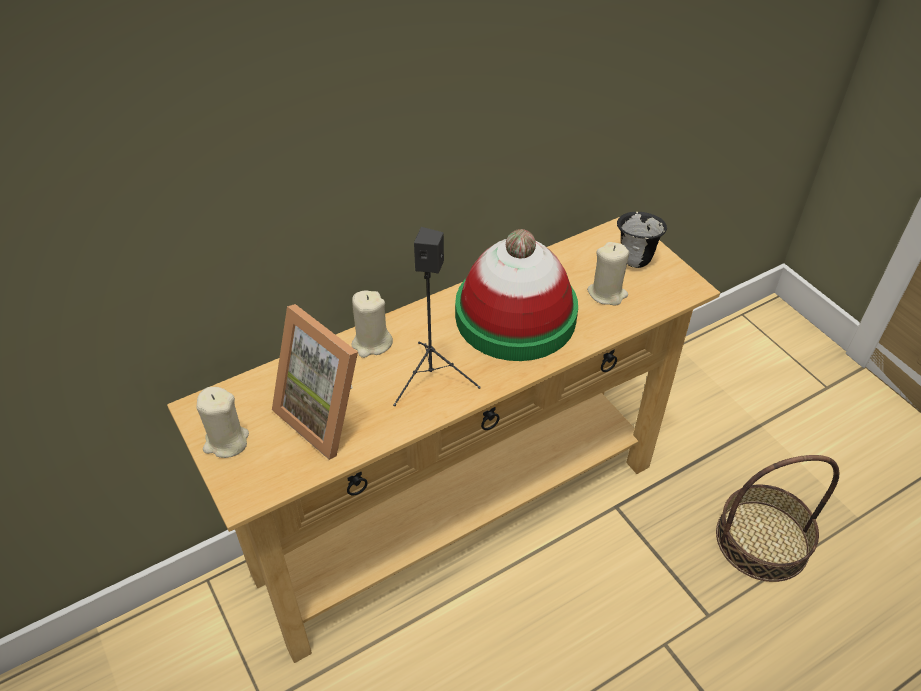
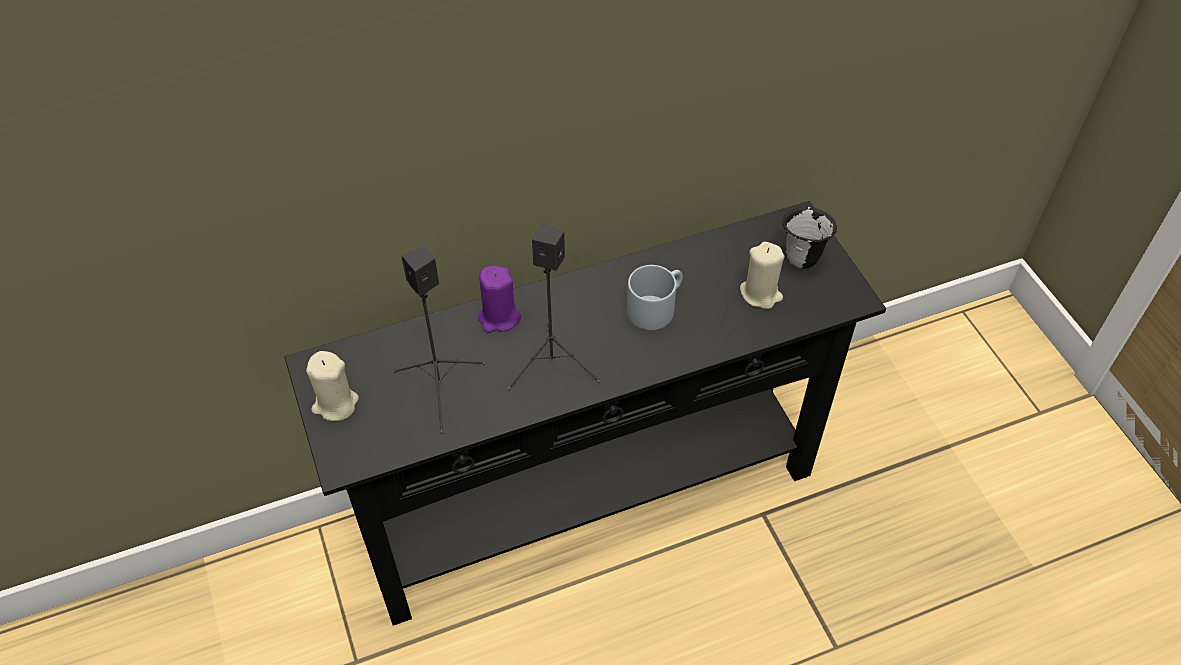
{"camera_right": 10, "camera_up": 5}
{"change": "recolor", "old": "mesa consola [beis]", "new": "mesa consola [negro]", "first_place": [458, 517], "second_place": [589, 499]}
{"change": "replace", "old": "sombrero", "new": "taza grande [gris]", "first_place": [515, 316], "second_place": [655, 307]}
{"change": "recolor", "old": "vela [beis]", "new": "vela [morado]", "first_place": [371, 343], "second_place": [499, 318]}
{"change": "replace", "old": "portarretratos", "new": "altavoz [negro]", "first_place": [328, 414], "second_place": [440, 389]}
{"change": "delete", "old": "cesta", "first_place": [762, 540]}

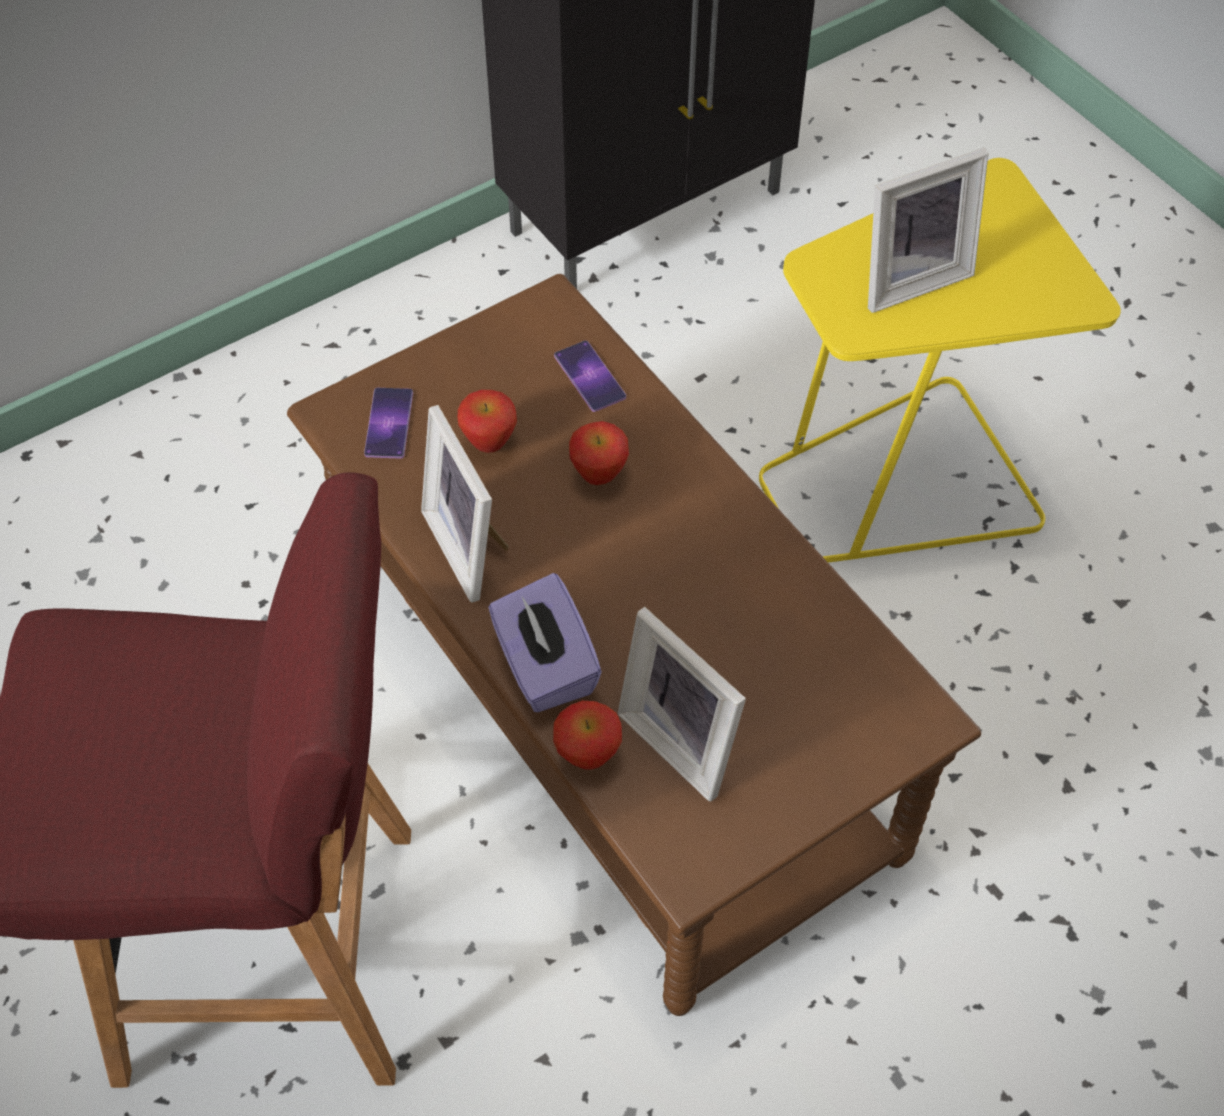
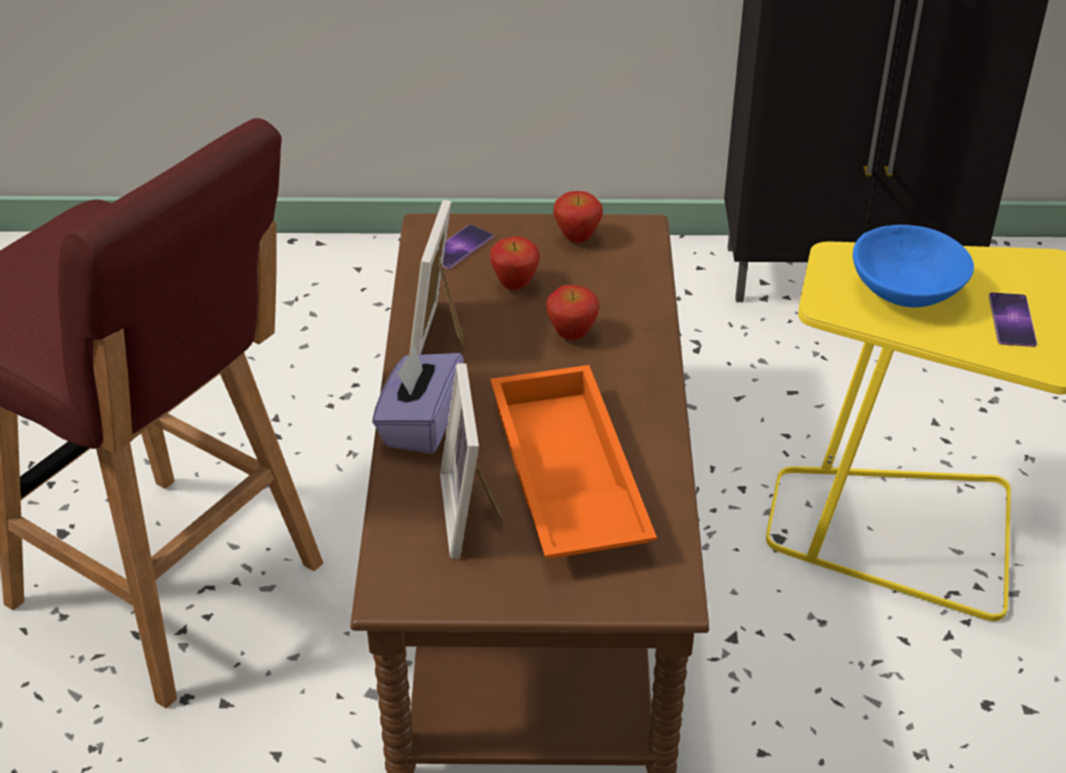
{"camera_right": 35, "camera_up": -15}
{"change": "replace", "old": "portarretratos", "new": "cuenco [azul]", "first_place": [909, 277], "second_place": [906, 291]}
{"change": "move", "old": "móvil", "first_place": [589, 376], "second_place": [1012, 320]}
{"change": "move", "old": "manzana", "first_place": [588, 756], "second_place": [577, 239]}
{"change": "insert", "new": "bandeja [naranja]", "second_place": [563, 478]}

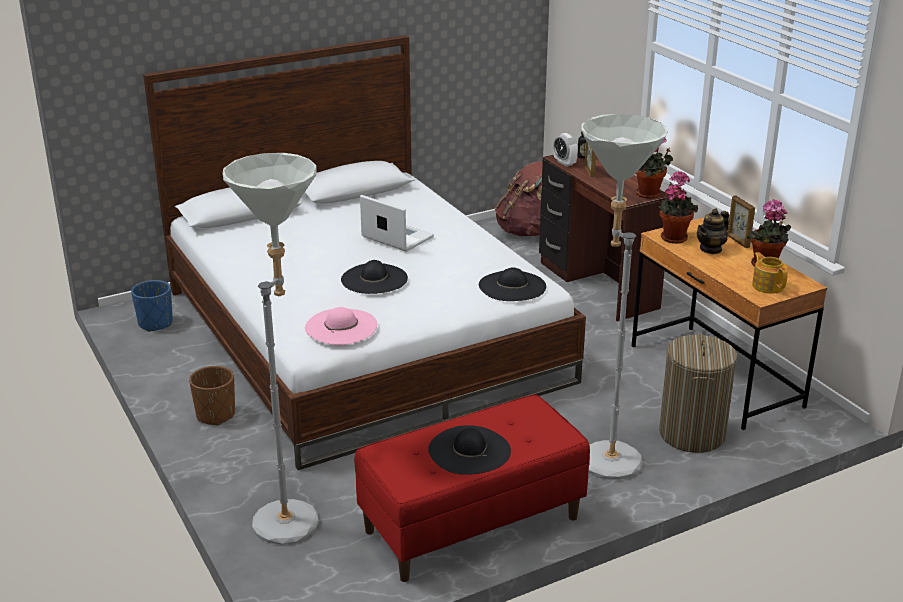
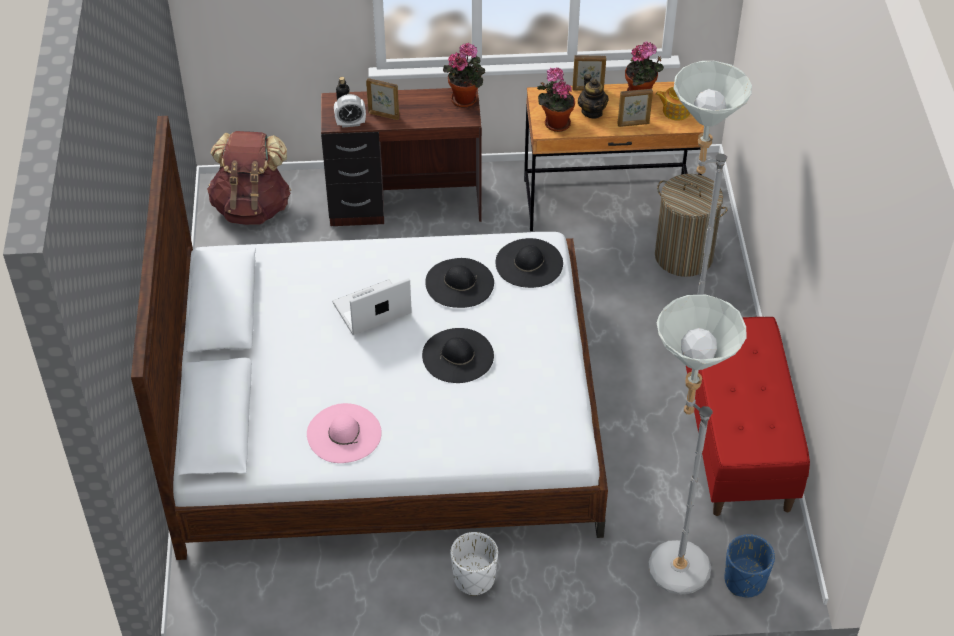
{"camera_right": -65, "camera_up": 20}
{"change": "move", "old": "maceta [azul]", "first_place": [155, 323], "second_place": [744, 581]}
{"change": "move", "old": "sombrero [rosa]", "first_place": [341, 326], "second_place": [344, 433]}
{"change": "recolor", "old": "maceta [marrón]", "new": "maceta [blanco]", "first_place": [215, 415], "second_place": [474, 578]}
{"change": "move", "old": "sombrero [negro]", "first_place": [469, 450], "second_place": [459, 283]}
{"change": "insert", "new": "portarretratos", "second_place": [633, 124]}

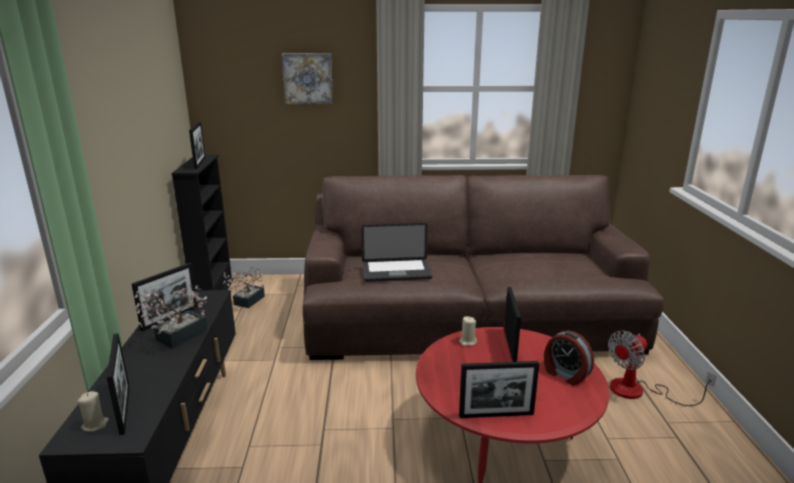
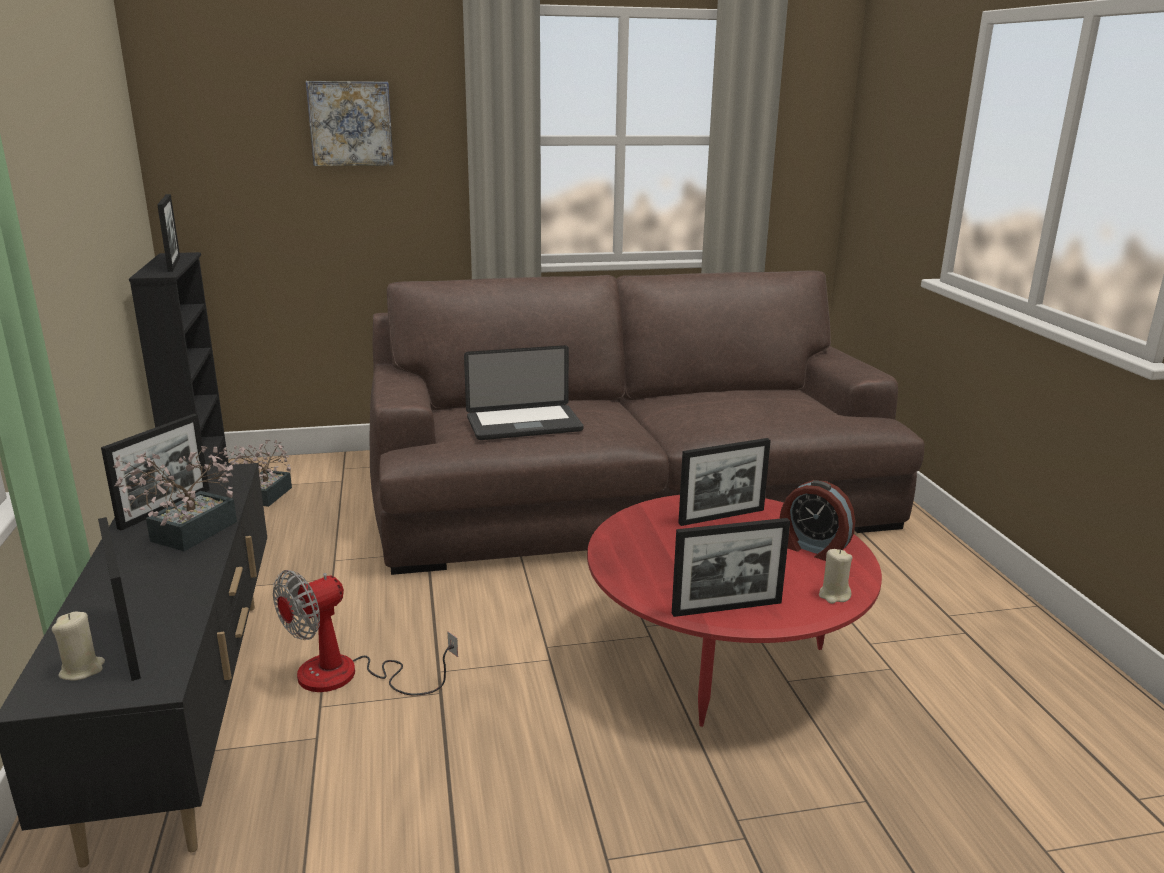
{"camera_right": -10, "camera_up": 0}
{"change": "rotate", "old": "portarretratos", "first_place": [510, 346], "second_place": [721, 516], "degrees": 75}
{"change": "move", "old": "vela [beis]", "first_place": [467, 342], "second_place": [834, 595]}
{"change": "move", "old": "ventilador", "first_place": [639, 391], "second_place": [348, 676]}

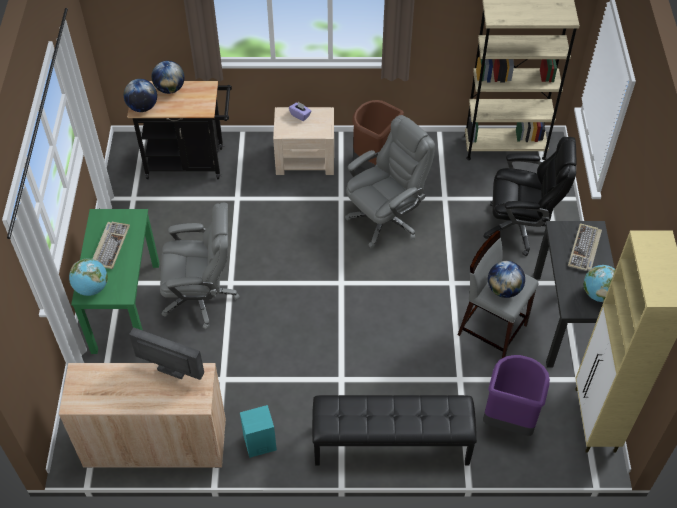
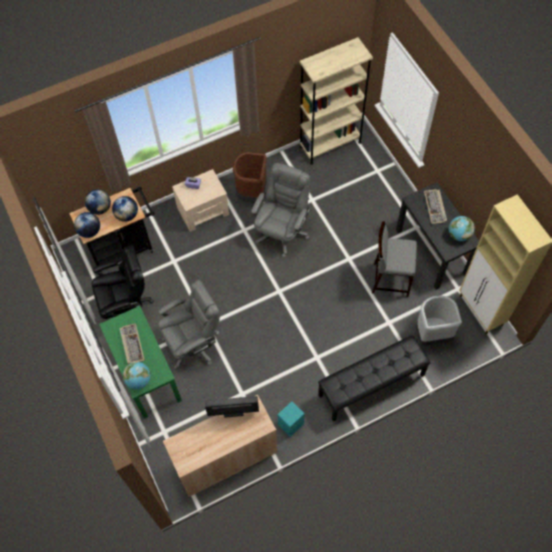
{"camera_right": -25, "camera_up": 10}
{"change": "move", "old": "silla de oficina [negro]", "first_place": [520, 226], "second_place": [126, 307]}
{"change": "move", "old": "globo terráqueo", "first_place": [504, 290], "second_place": [127, 215]}
{"change": "recolor", "old": "papelera [morado]", "new": "papelera [gris]", "first_place": [509, 420], "second_place": [431, 335]}

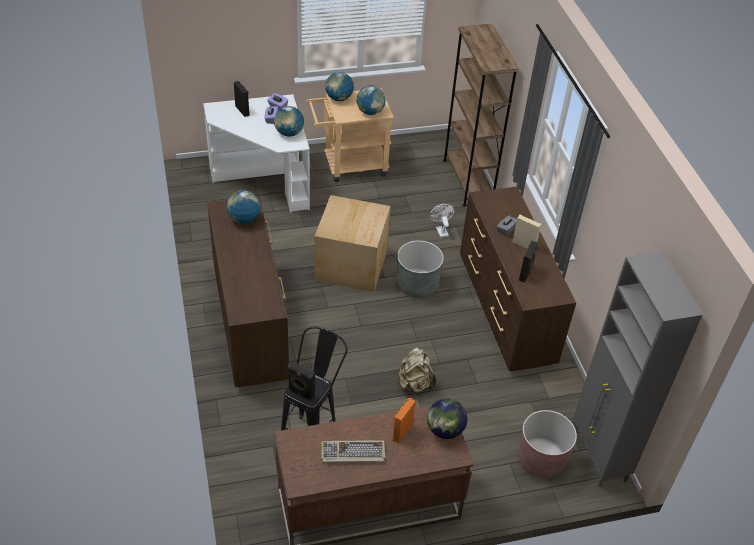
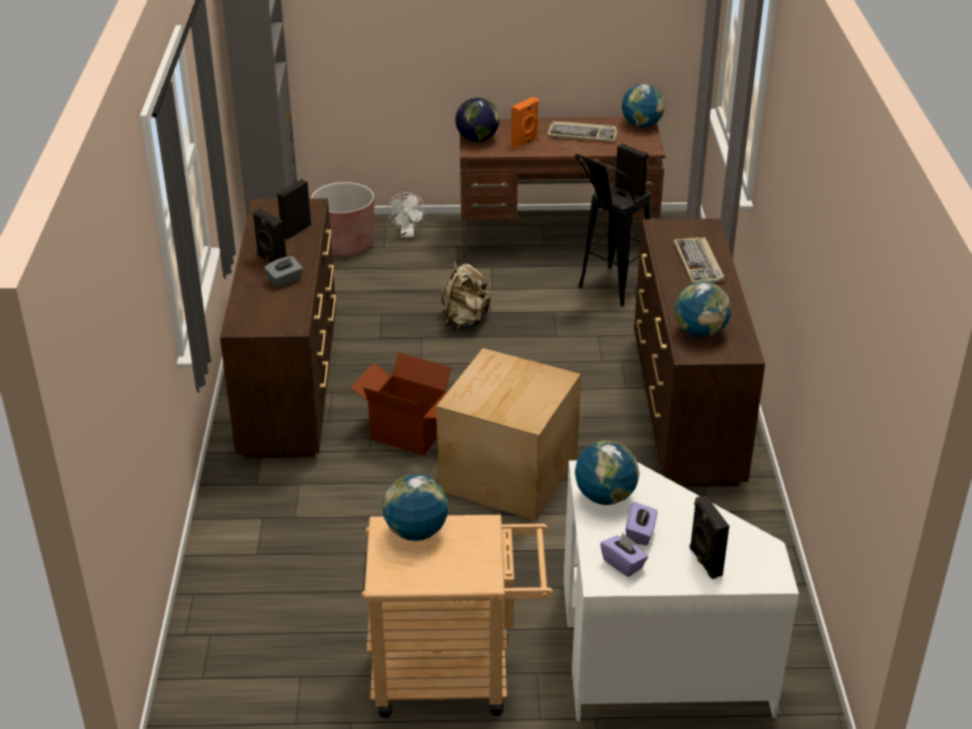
{"camera_right": -165, "camera_up": -10}
{"change": "delete", "old": "estantería [marrón]", "first_place": [468, 181]}
{"change": "move", "old": "globo terráqueo", "first_place": [339, 98], "second_place": [642, 125]}
{"change": "move", "old": "ventilador [blanco]", "first_place": [441, 230], "second_place": [407, 234]}
{"change": "recolor", "old": "altavoz [beis]", "new": "altavoz [negro]", "first_place": [524, 244], "second_place": [271, 261]}
{"change": "replace", "old": "maceta [gris]", "new": "caja de cartón", "first_place": [417, 285], "second_place": [409, 432]}
{"change": "insert", "new": "teclado", "second_place": [698, 263]}

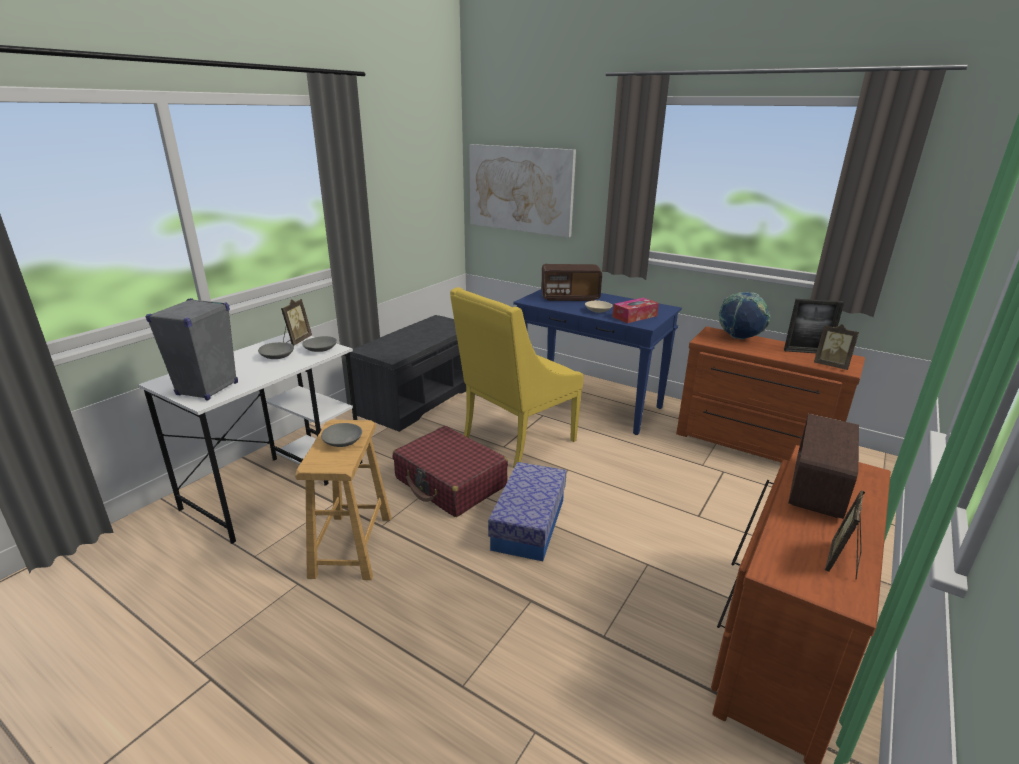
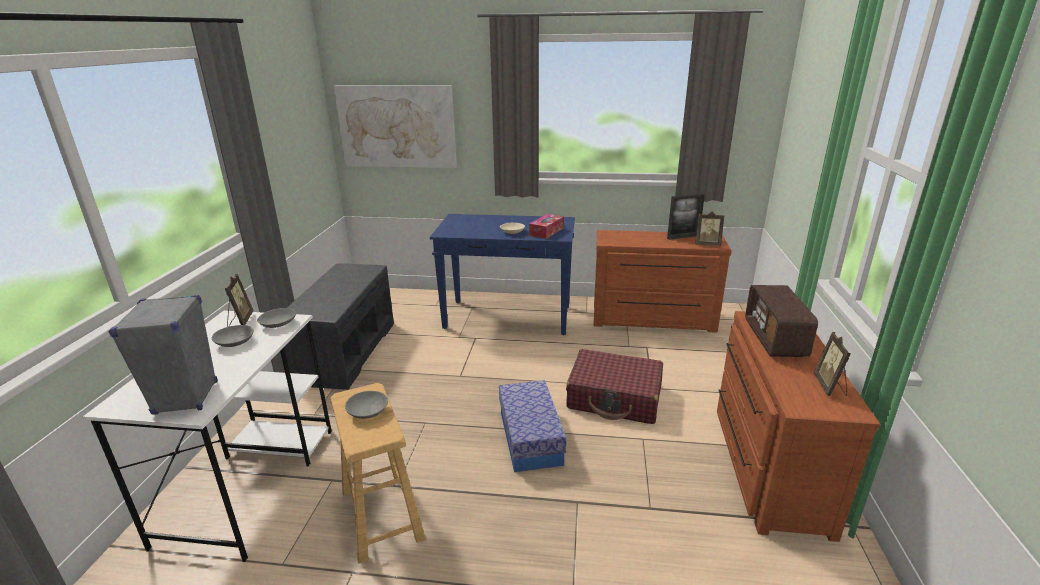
{"camera_right": -25, "camera_up": 0}
{"change": "delete", "old": "radio", "first_place": [569, 297]}
{"change": "delete", "old": "sillón [amarillo]", "first_place": [515, 439]}
{"change": "delete", "old": "globo terráqueo", "first_place": [739, 338]}
{"change": "move", "old": "maleta [rojo]", "first_place": [450, 483], "second_place": [614, 398]}

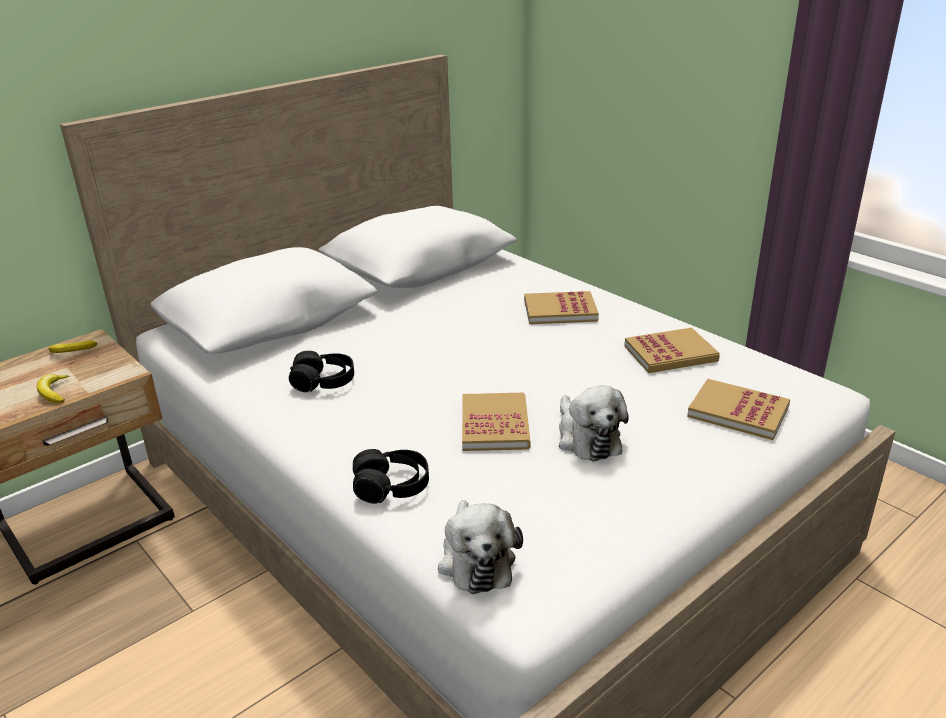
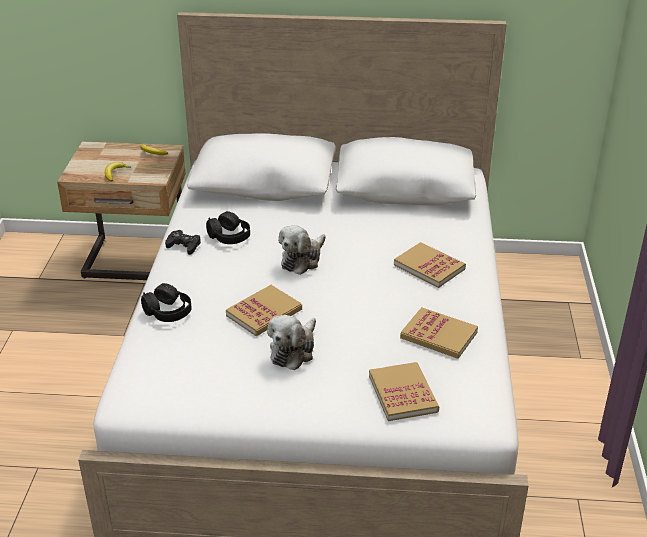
{"camera_right": 45, "camera_up": 5}
{"change": "move", "old": "peluche", "first_place": [476, 559], "second_place": [302, 259]}
{"change": "insert", "new": "mando de consola [negro]", "second_place": [184, 246]}

